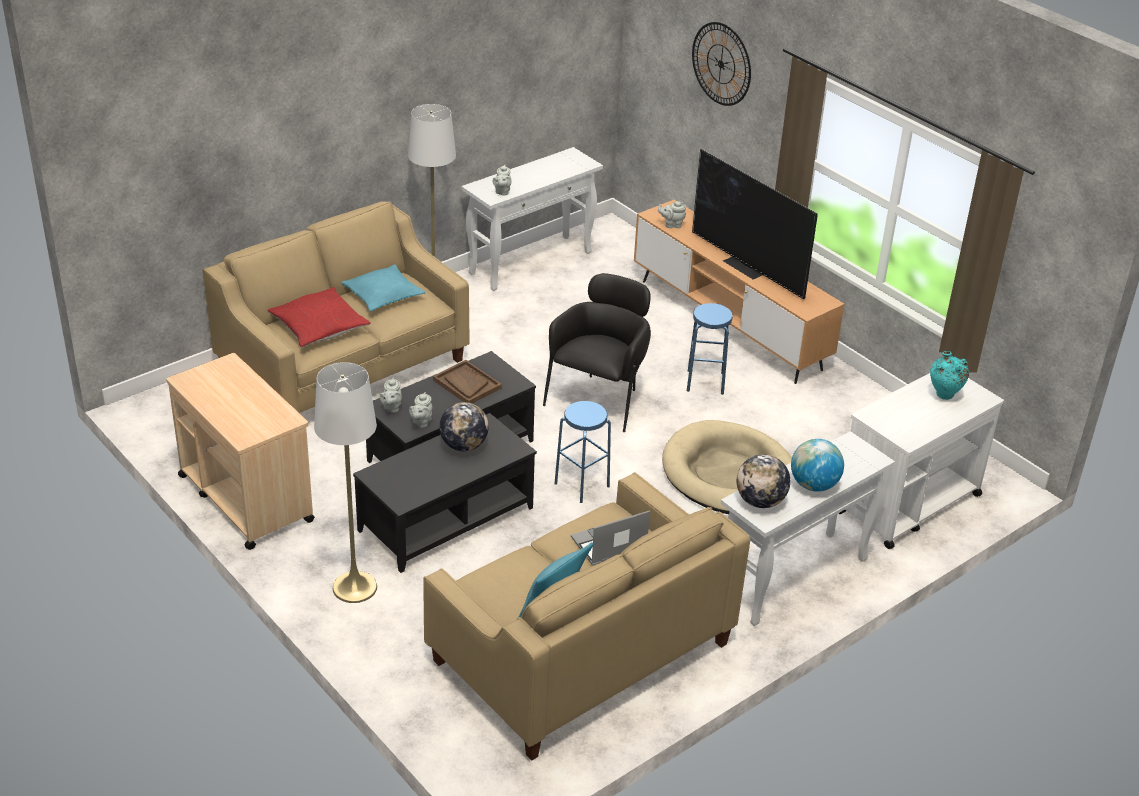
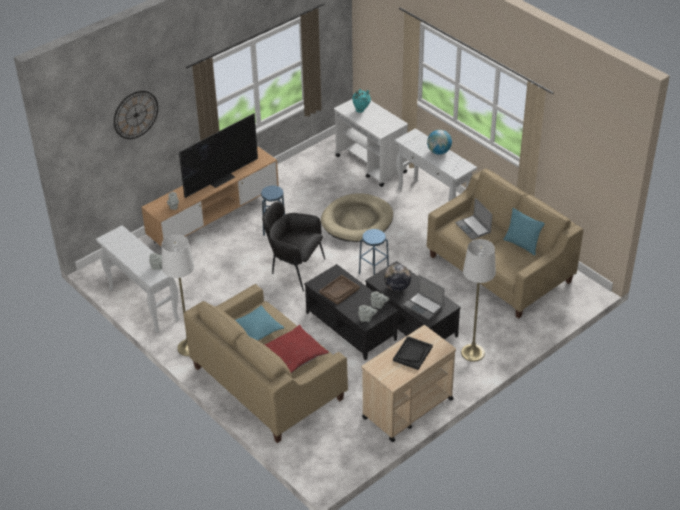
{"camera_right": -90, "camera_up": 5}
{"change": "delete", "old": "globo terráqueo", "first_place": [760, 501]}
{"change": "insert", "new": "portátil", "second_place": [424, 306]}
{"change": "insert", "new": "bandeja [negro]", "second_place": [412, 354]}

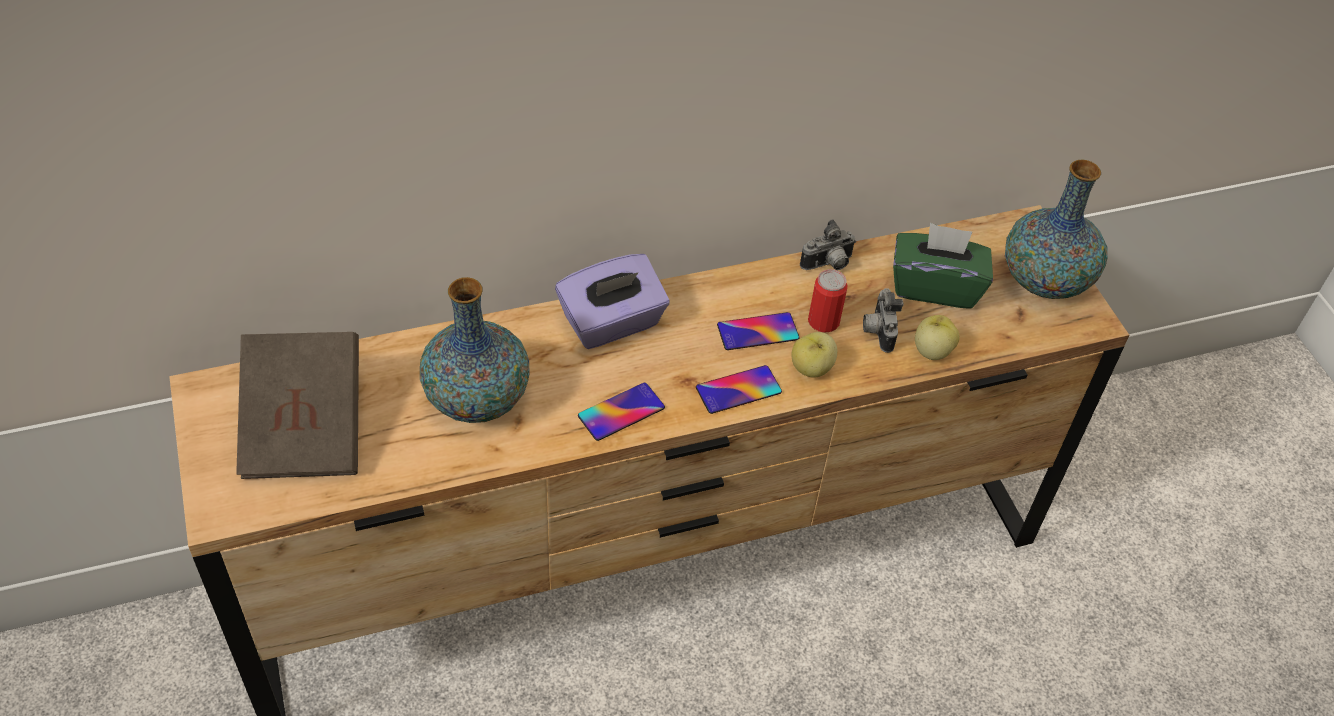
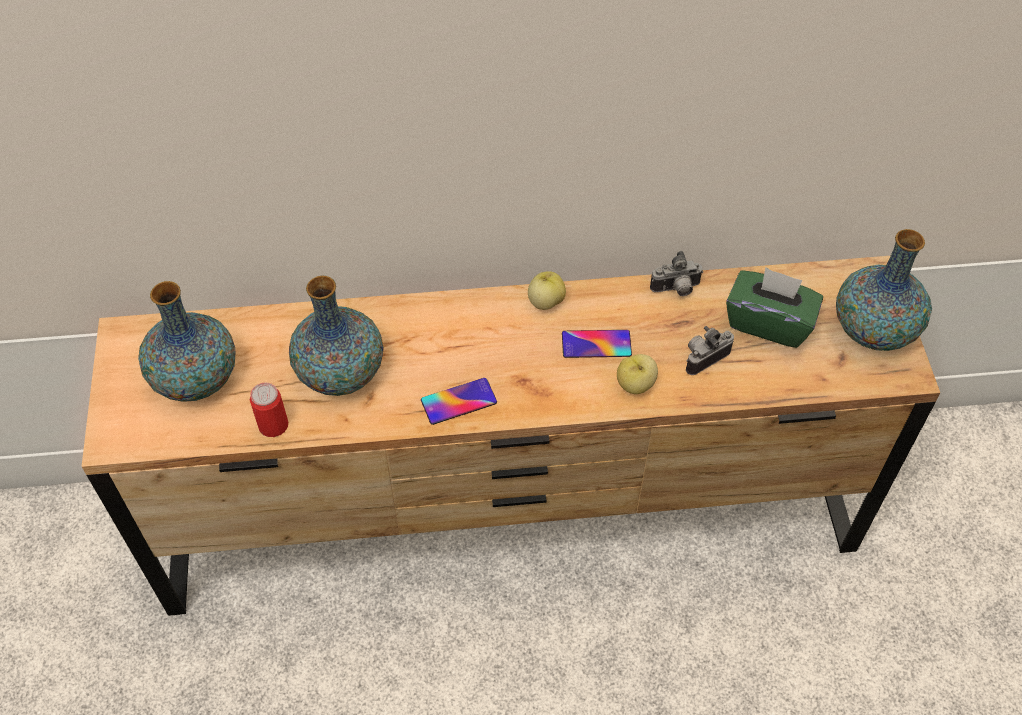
{"camera_right": 15, "camera_up": 5}
{"change": "delete", "old": "caja de pañuelos [morado]", "first_place": [612, 323]}
{"change": "move", "old": "lata", "first_place": [823, 321], "second_place": [273, 425]}
{"change": "rotate", "old": "cámara", "first_place": [877, 331], "second_place": [704, 357], "degrees": 45}
{"change": "move", "old": "manzana", "first_place": [931, 351], "second_place": [545, 301]}
{"change": "replace", "old": "libro [marrón]", "new": "florero", "first_place": [305, 428], "second_place": [195, 378]}
{"change": "delete", "old": "móvil", "first_place": [738, 390]}

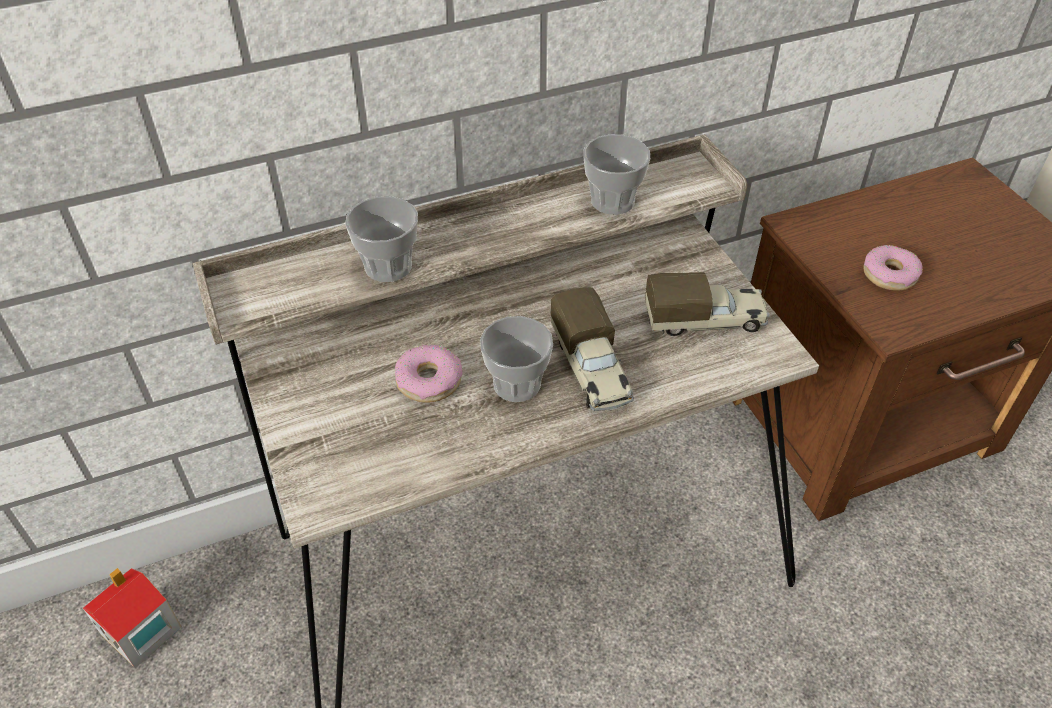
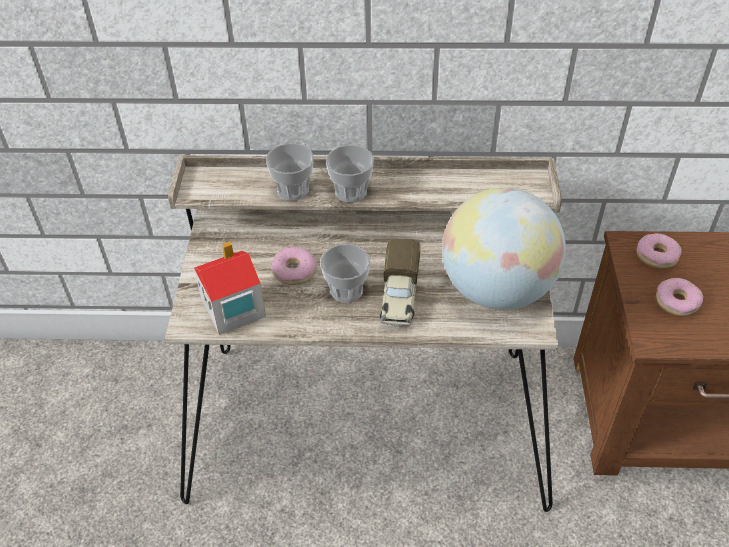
{"camera_right": 25, "camera_up": 0}
{"change": "move", "old": "taza", "first_place": [612, 201], "second_place": [351, 192]}
{"change": "replace", "old": "camión de juguete", "new": "globo terráqueo", "first_place": [705, 321], "second_place": [497, 289]}
{"change": "move", "old": "casita", "first_place": [140, 632], "second_place": [232, 309]}
{"change": "insert", "new": "rosquilla", "second_place": [657, 256]}

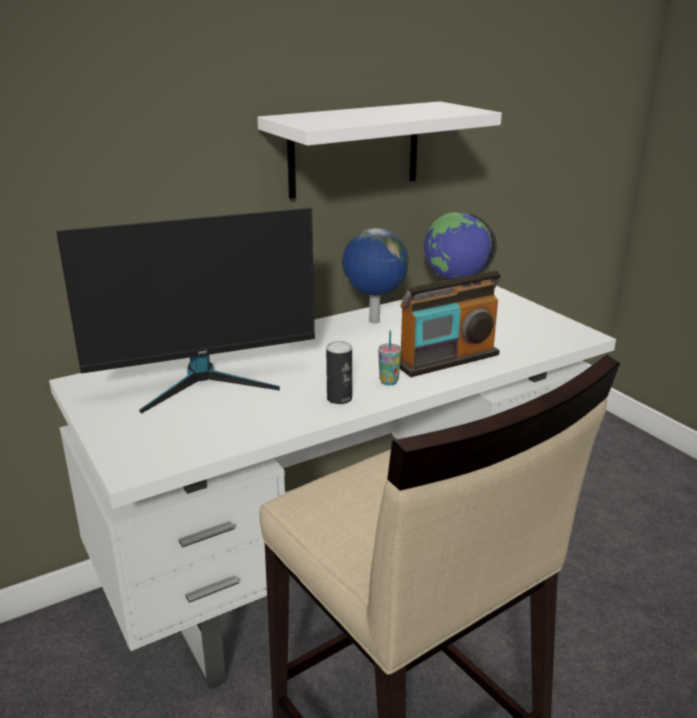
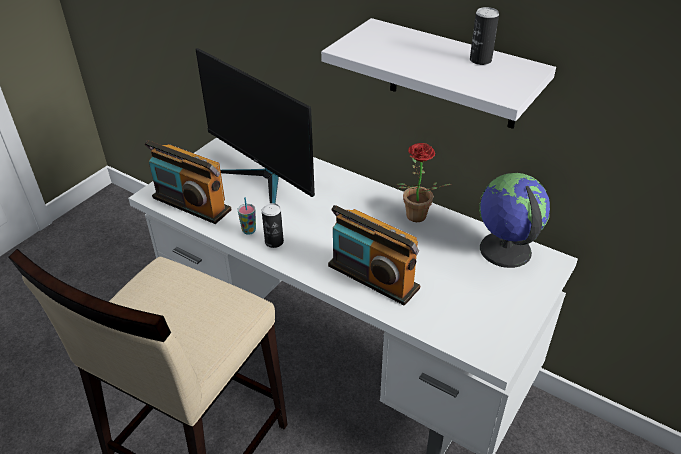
{"camera_right": 65, "camera_up": 15}
{"change": "replace", "old": "globo terráqueo", "new": "planta en maceta", "first_place": [374, 322], "second_place": [415, 218]}
{"change": "move", "old": "taza", "first_place": [388, 382], "second_place": [249, 230]}
{"change": "insert", "new": "lata", "second_place": [480, 60]}
{"change": "insert", "new": "radio", "second_place": [191, 204]}

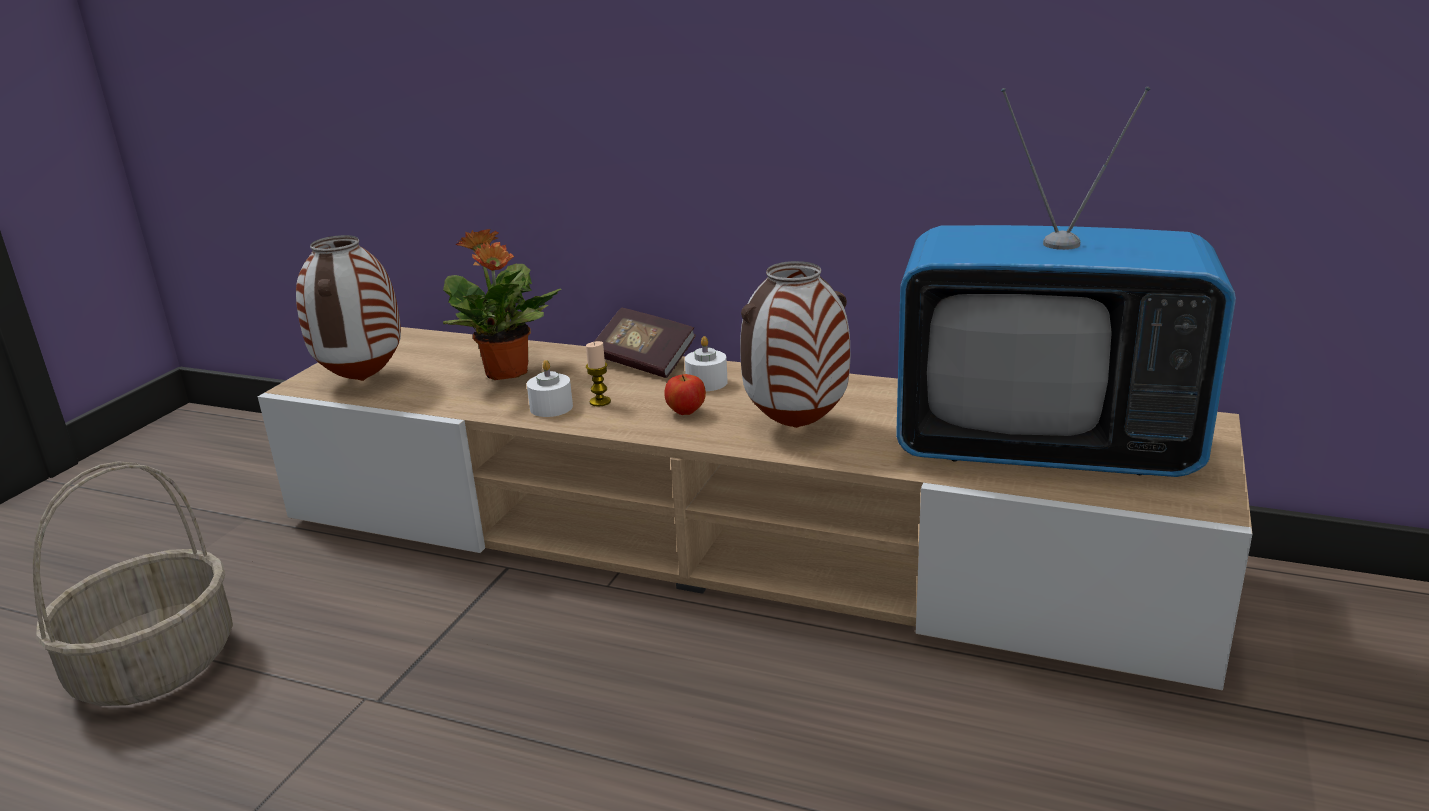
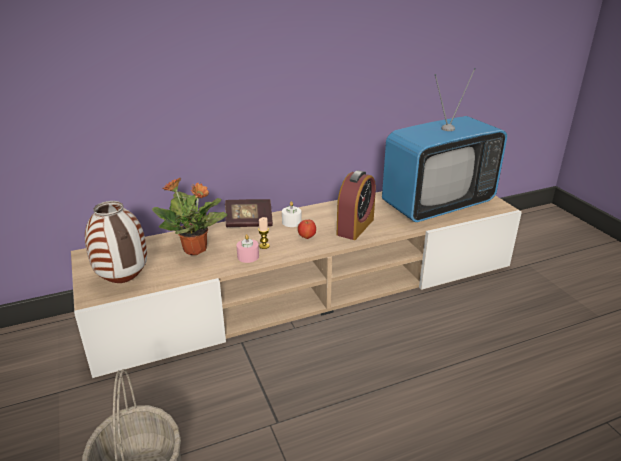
{"camera_right": -45, "camera_up": 5}
{"change": "replace", "old": "florero", "new": "despertador", "first_place": [797, 426], "second_place": [355, 227]}
{"change": "recolor", "old": "vela [blanco]", "new": "vela [rosa]", "first_place": [551, 407], "second_place": [248, 256]}

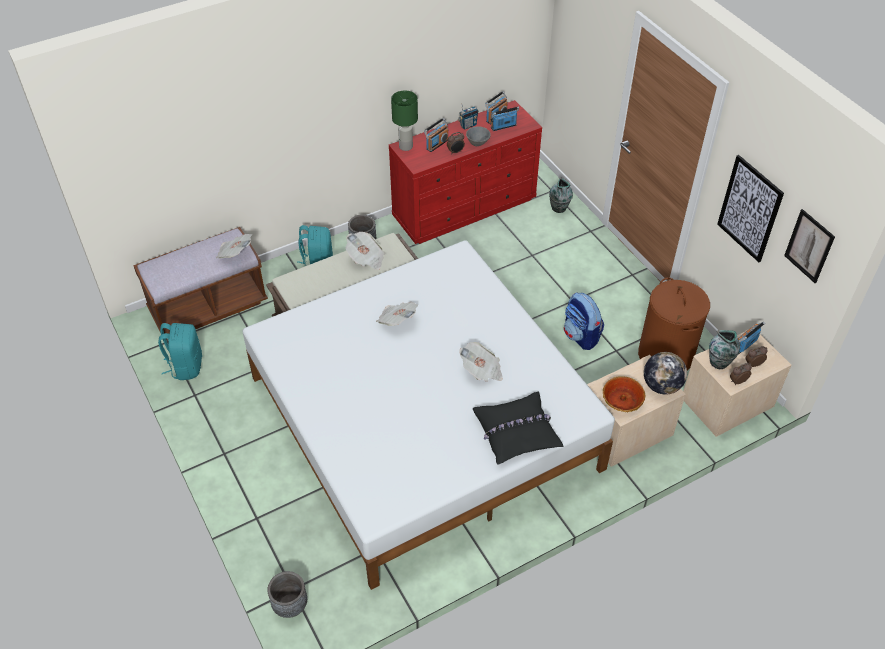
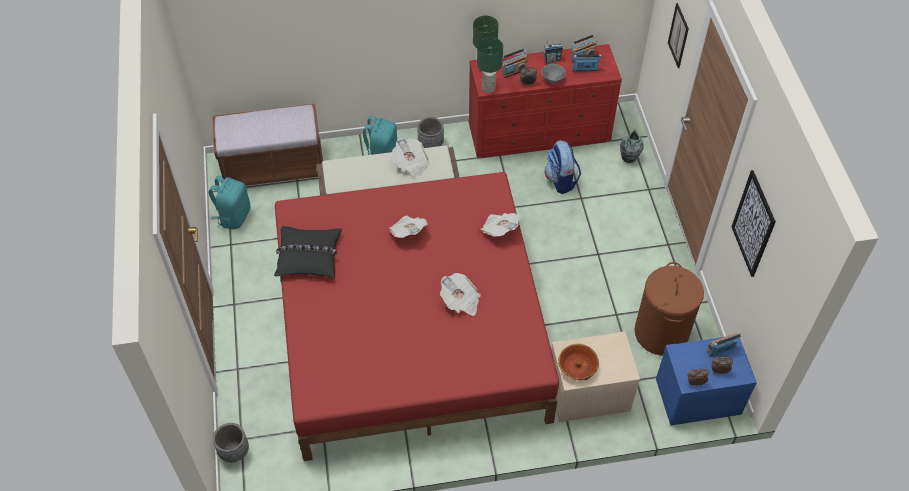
{"camera_right": 20, "camera_up": 5}
{"change": "move", "old": "cuadro", "first_place": [809, 246], "second_place": [678, 35]}
{"change": "move", "old": "periódico", "first_place": [235, 253], "second_place": [499, 229]}
{"change": "recolor", "old": "cama [blanco]", "new": "cama [rojo]", "first_place": [422, 422], "second_place": [410, 328]}
{"change": "move", "old": "mochila", "first_place": [581, 336], "second_place": [561, 180]}
{"change": "recolor", "old": "mesita de noche [beis]", "new": "mesita de noche [azul]", "first_place": [726, 402], "second_place": [697, 396]}
{"change": "delete", "old": "florero", "first_place": [719, 362]}
{"change": "delete", "old": "globo terráqueo", "first_place": [661, 386]}
{"change": "move", "old": "cojín [negro]", "first_place": [516, 432], "second_place": [308, 256]}
{"change": "insert", "new": "lámpara de mesa [verde]", "second_place": [488, 88]}

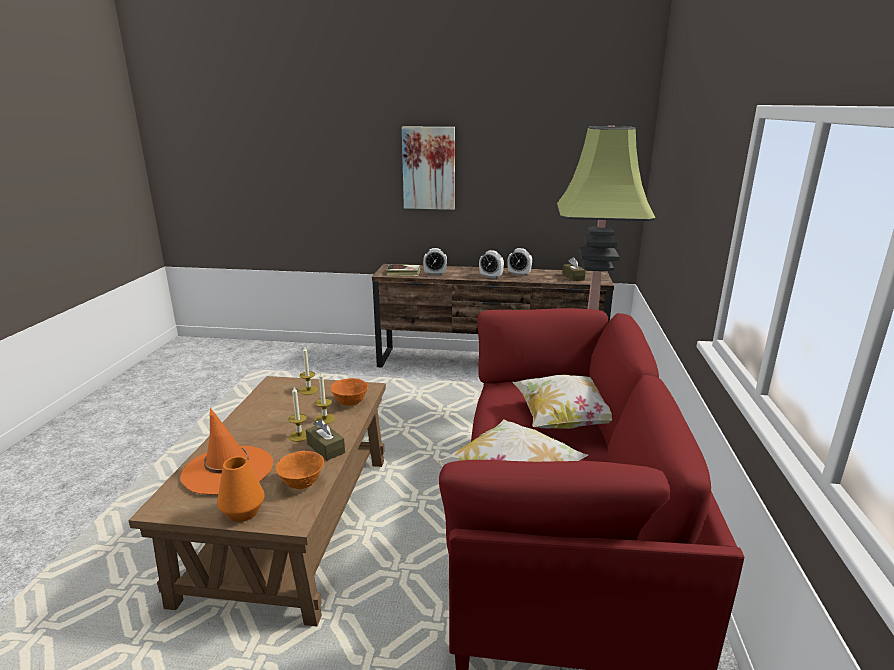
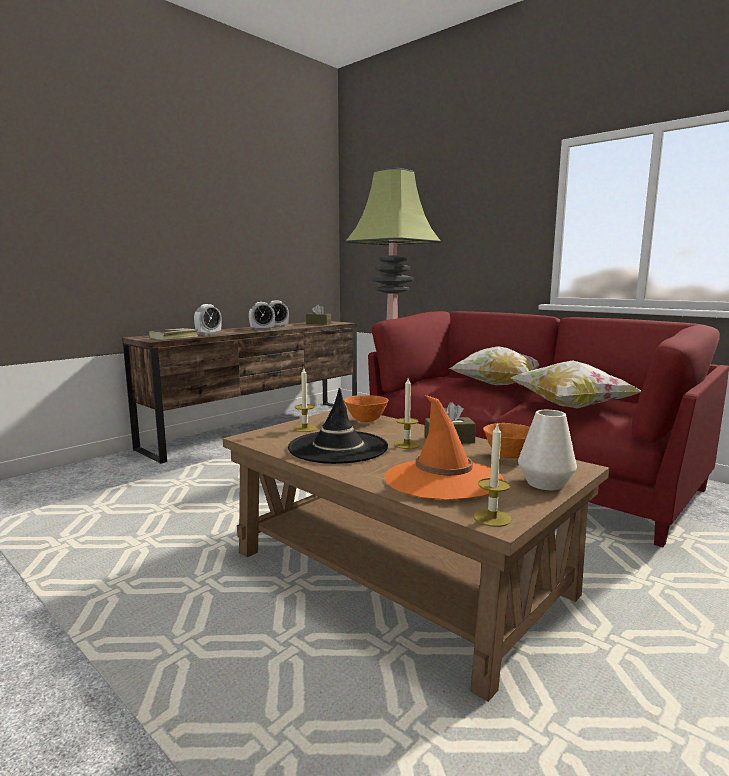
{"camera_right": -55, "camera_up": -10}
{"change": "delete", "old": "cuadro", "first_place": [429, 168]}
{"change": "move", "old": "vela", "first_place": [325, 419], "second_place": [492, 518]}
{"change": "recolor", "old": "florero [naranja]", "new": "florero [blanco]", "first_place": [243, 512], "second_place": [545, 483]}
{"change": "insert", "new": "sombrero [negro]", "second_place": [338, 447]}

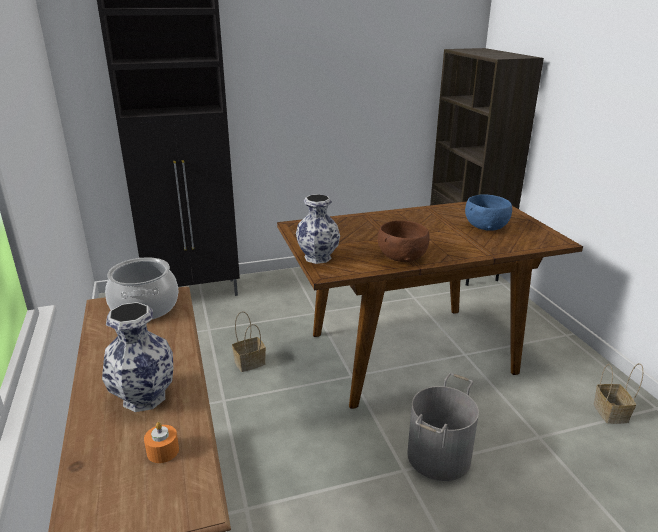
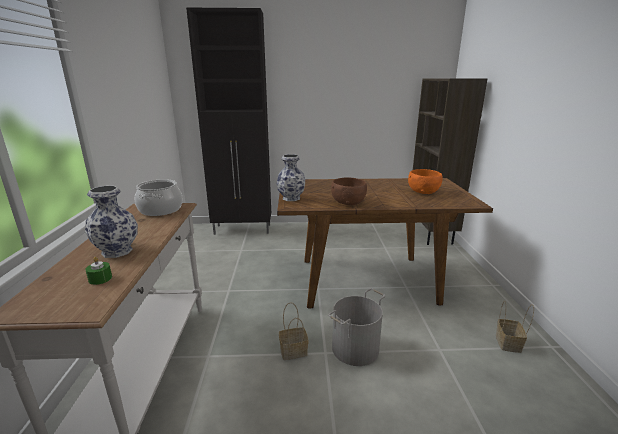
{"camera_right": 15, "camera_up": -5}
{"change": "recolor", "old": "cuenco [azul]", "new": "cuenco [naranja]", "first_place": [485, 227], "second_place": [423, 192]}
{"change": "move", "old": "cesta", "first_place": [250, 362], "second_place": [294, 350]}
{"change": "recolor", "old": "vela [naranja]", "new": "vela [verde]", "first_place": [163, 451], "second_place": [100, 279]}

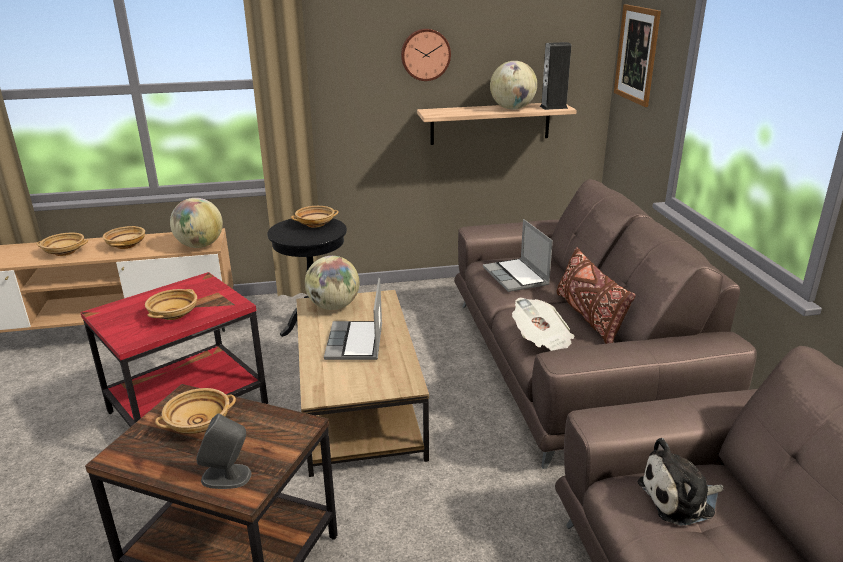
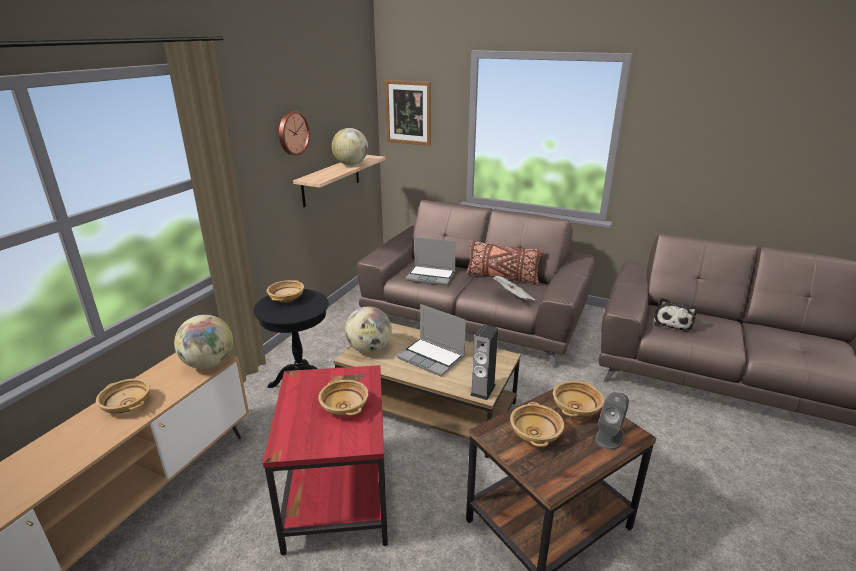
{"camera_right": -55, "camera_up": 0}
{"change": "move", "old": "altavoz", "first_place": [553, 107], "second_place": [483, 390]}
{"change": "move", "old": "cuenco [beis]", "first_place": [64, 252], "second_place": [576, 409]}

